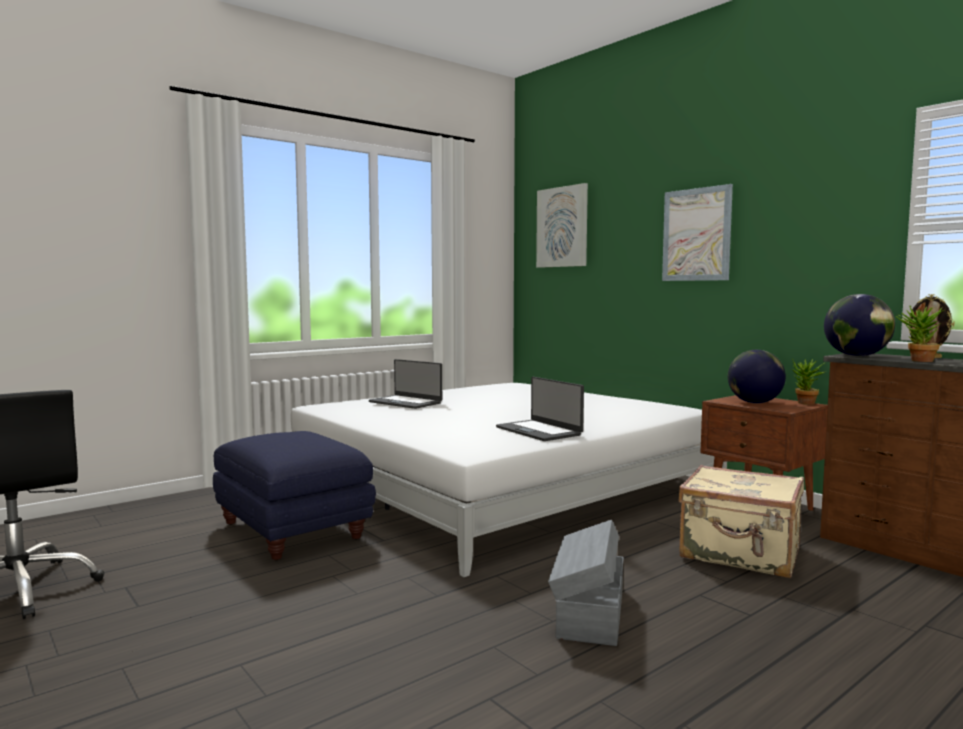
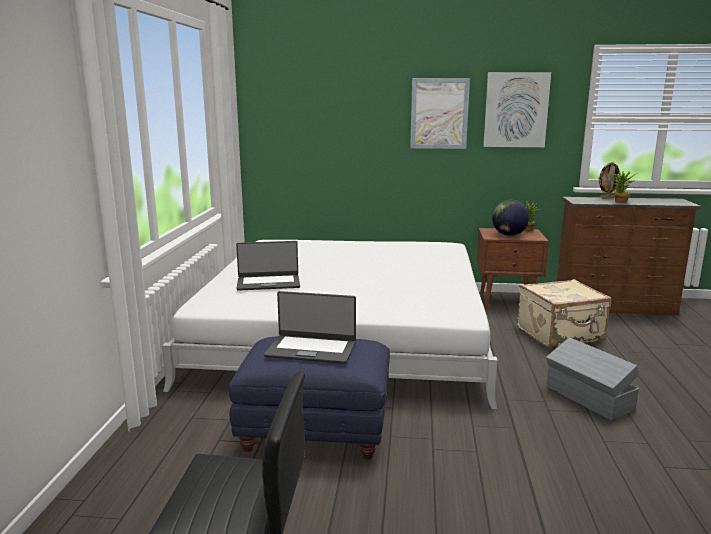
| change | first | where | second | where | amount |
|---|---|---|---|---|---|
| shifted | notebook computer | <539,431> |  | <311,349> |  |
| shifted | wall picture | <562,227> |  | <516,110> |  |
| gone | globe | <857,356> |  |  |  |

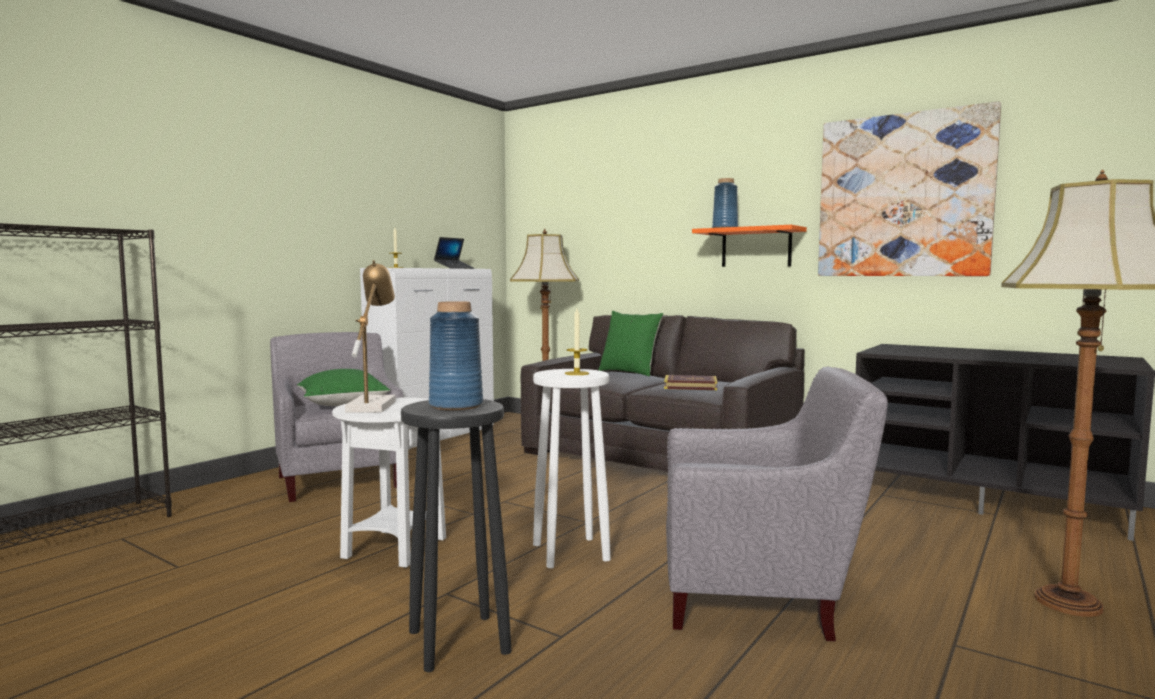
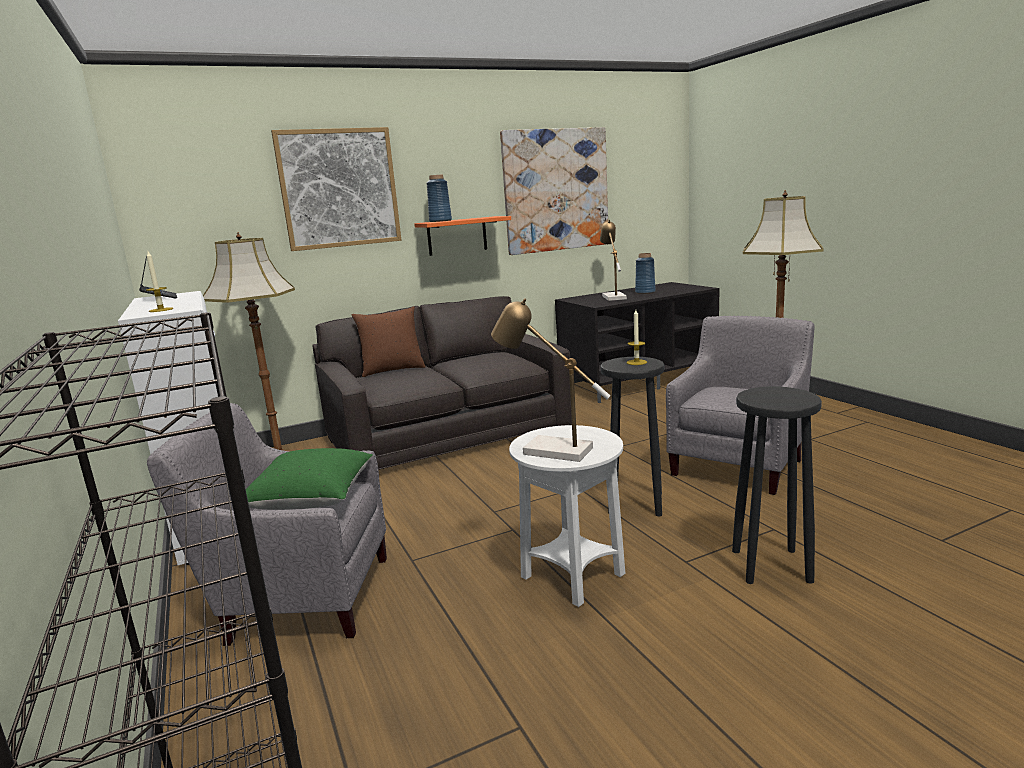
| change | first | where | second | where | amount |
|---|---|---|---|---|---|
| shifted | bluish vase | <455,405> |  | <645,292> |  |
| repainted | whitish stool | <570,551> | blackish stool | <634,503> |  |
| repainted | green cushion | <629,372> | brown cushion | <392,370> |  |
| gone | book | <690,386> |  |  |  |
| new |  |  | wall picture | <339,188> |  |
| new |  |  | lamp for a table | <612,297> |  |

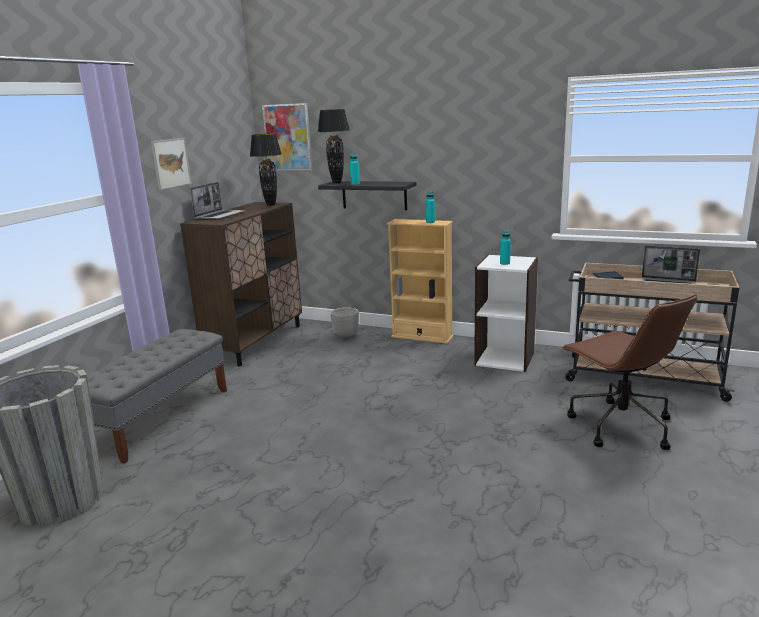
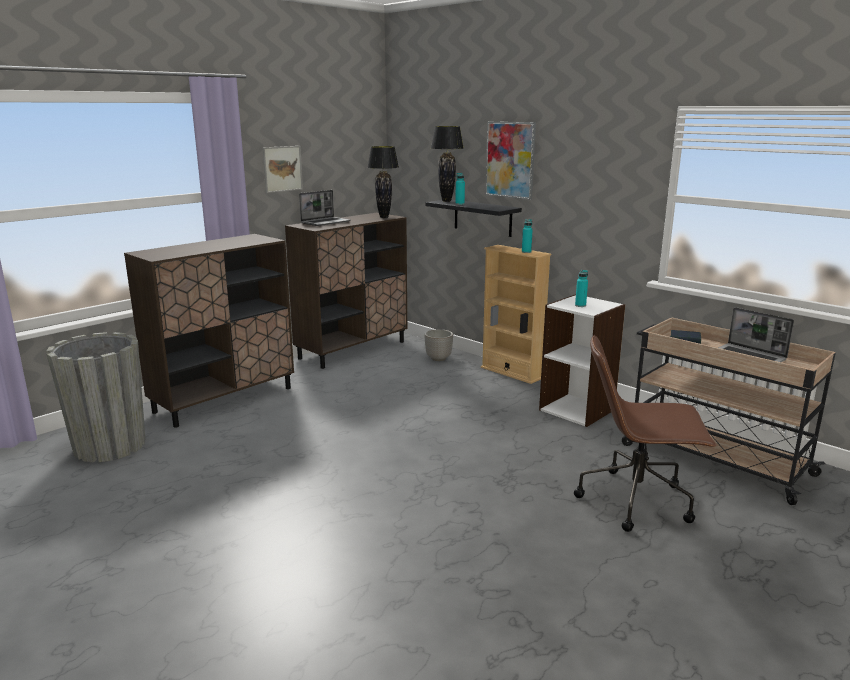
| change | first | where | second | where | amount |
|---|---|---|---|---|---|
| swapped | gray long seat | <159,418> | brown storage cabinet | <225,399> |  |
| shifted | wall picture | <288,137> |  | <510,160> |  |
| rotated | brown computer chair | <619,426> |  | <637,500> | 105 degrees clockwise |

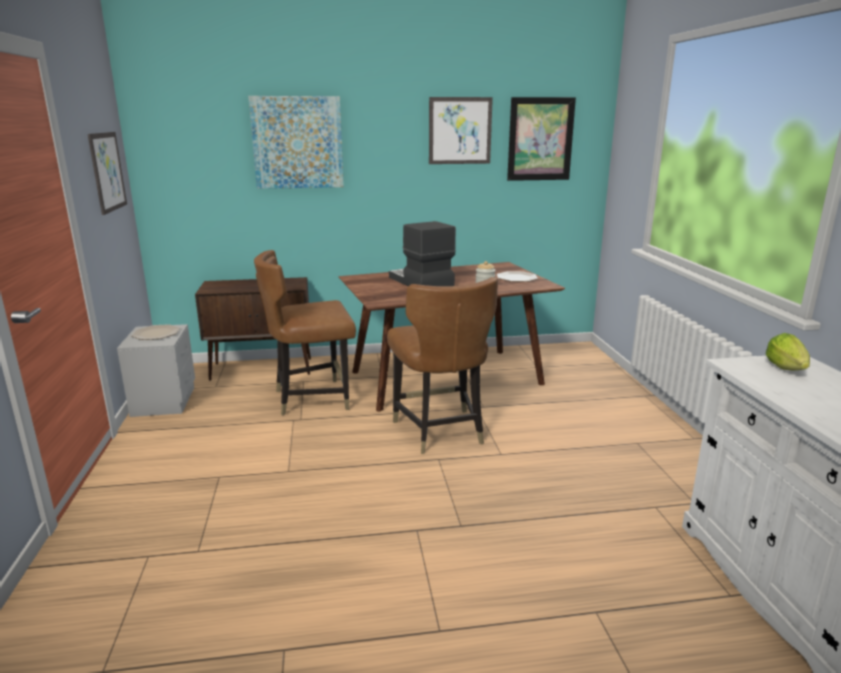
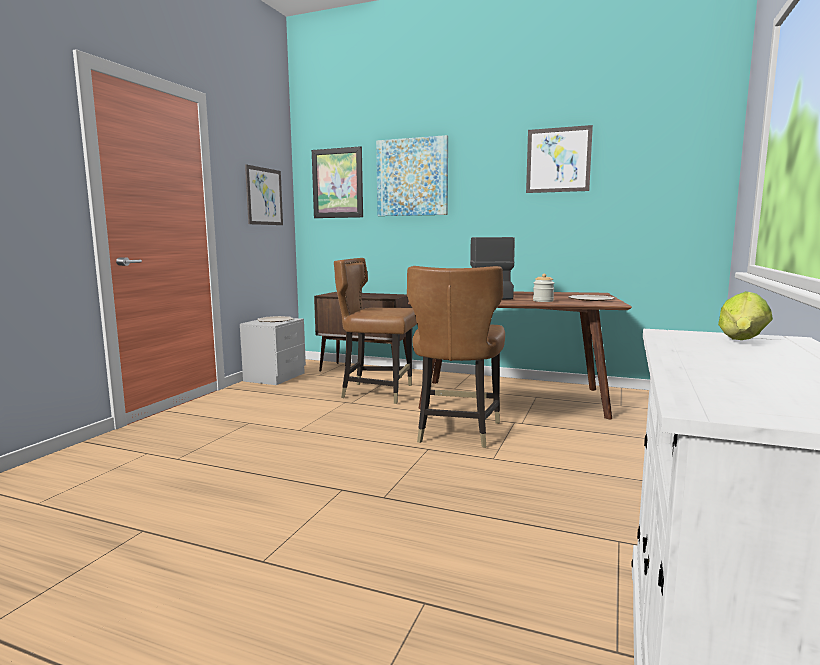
| change | first | where | second | where | amount |
|---|---|---|---|---|---|
| shifted | wall picture | <540,139> |  | <337,183> |  |

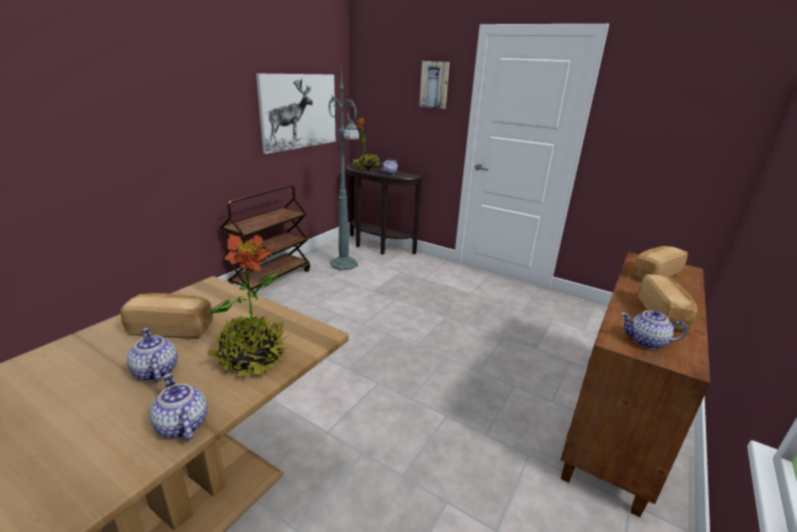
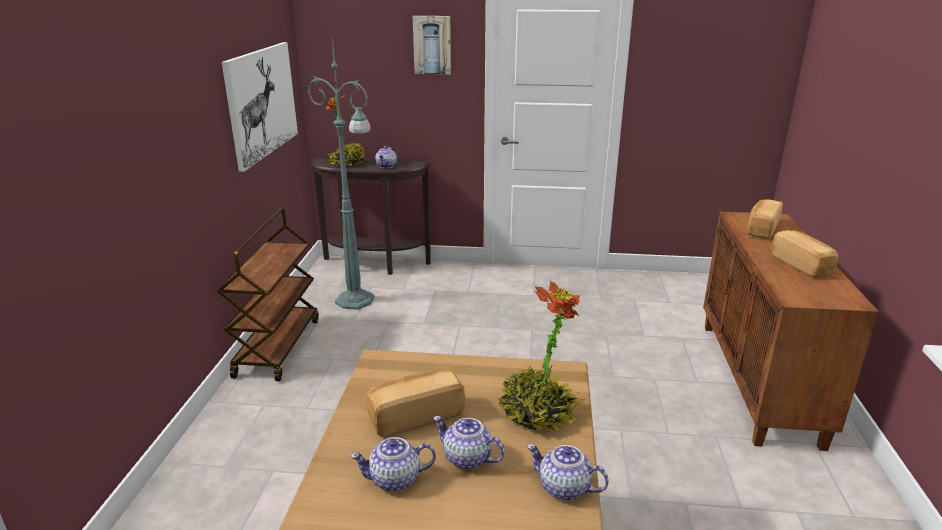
| change | first | where | second | where | amount |
|---|---|---|---|---|---|
| shifted | teapot | <647,342> |  | <395,479> |  |

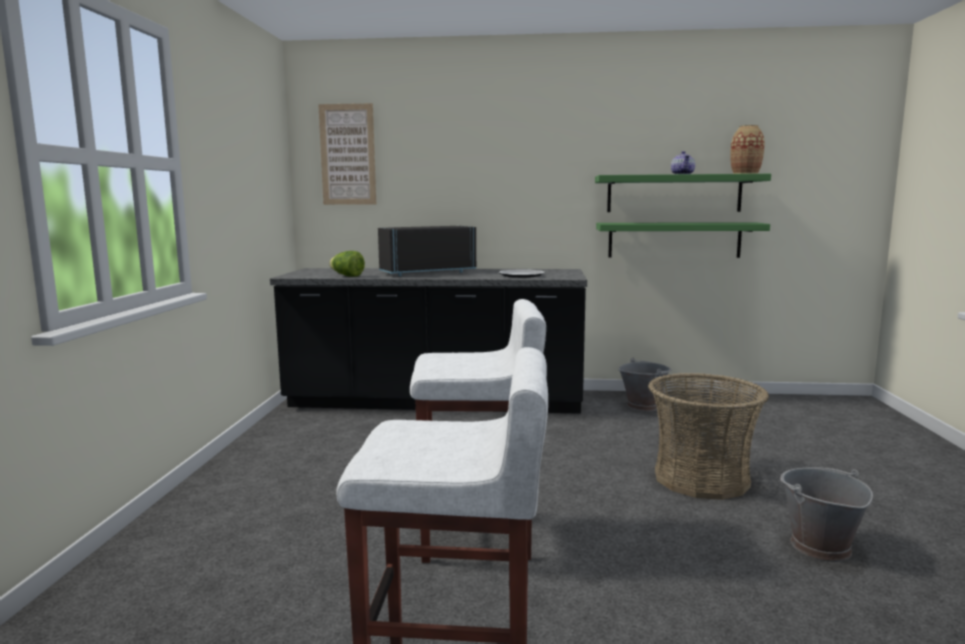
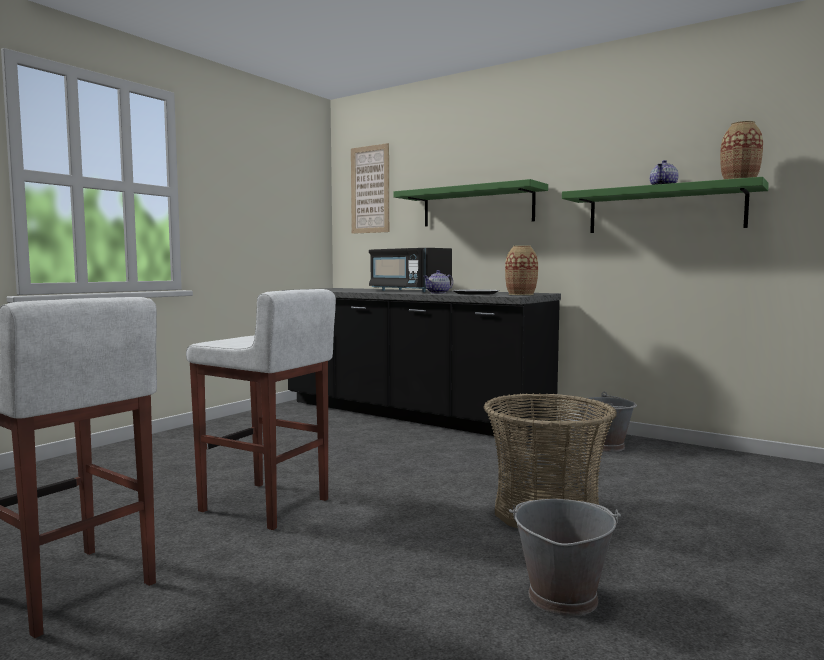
| change | first | where | second | where | amount |
|---|---|---|---|---|---|
| gone | head of lettuce | <347,276> |  |  |  |
| rotated | blackish microwave oven | <427,272> |  | <408,291> | 135 degrees counterclockwise |
| shifted | green wall shelf | <674,240> |  | <477,207> |  |
| new |  |  | teapot | <438,293> |  |
| new |  |  | vase | <521,294> |  |

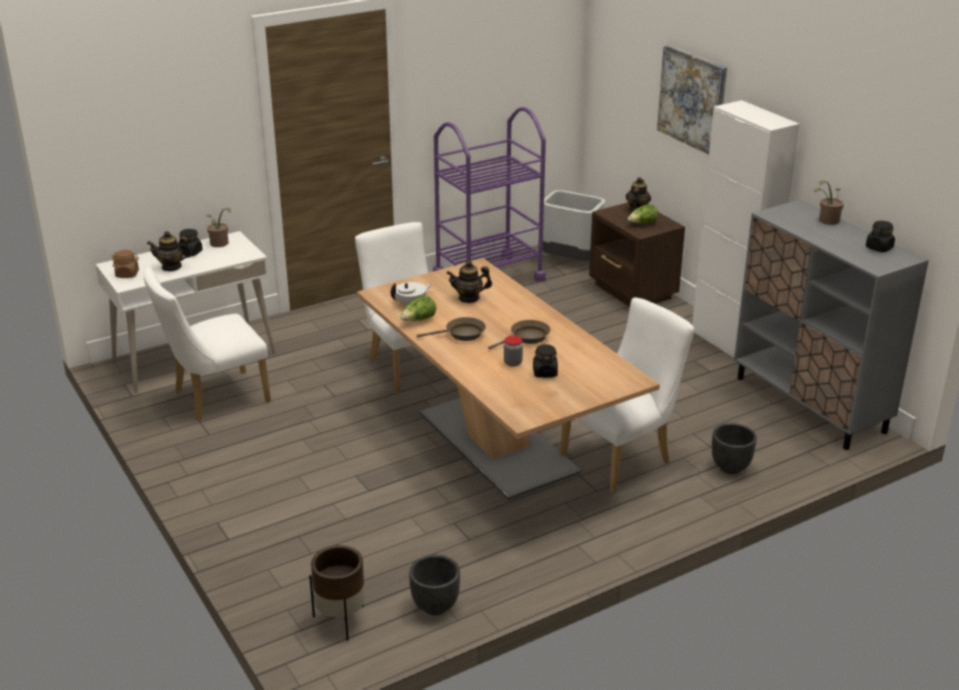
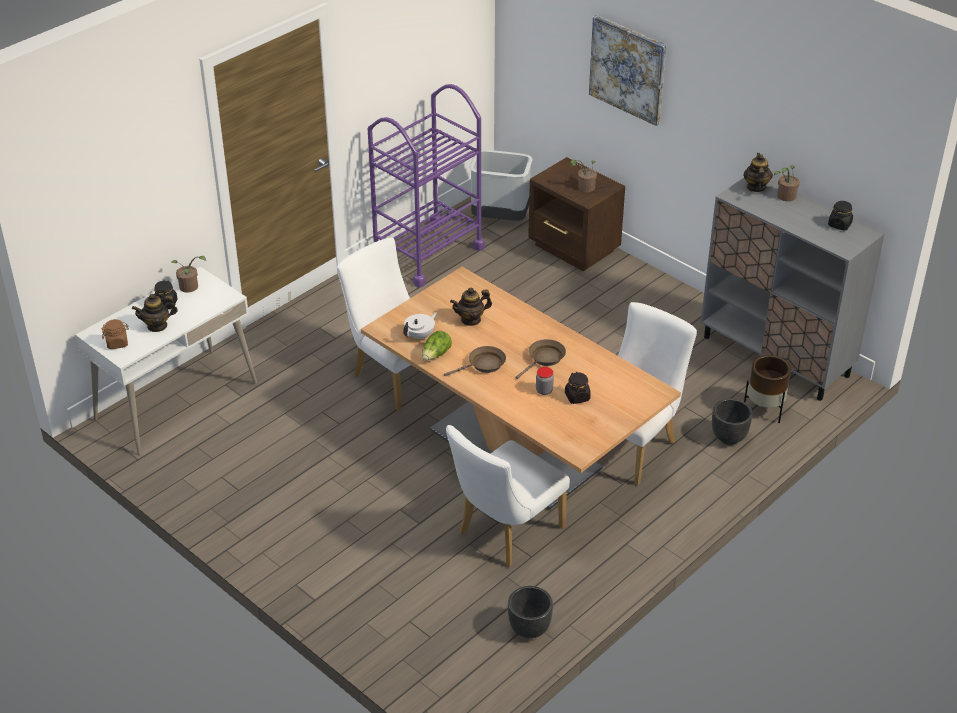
| change | first | where | second | where | amount |
|---|---|---|---|---|---|
| shifted | whitish plain chair | <214,398> |  | <505,533> |  |
| shifted | brown flower pot | <341,620> |  | <764,410> |  |
| shifted | teapot | <637,209> |  | <756,187> |  |
| swapped | head of lettuce | <642,223> | houseplant | <584,188> |  |
| gone | whitish storage cabinet | <729,343> |  |  |  |

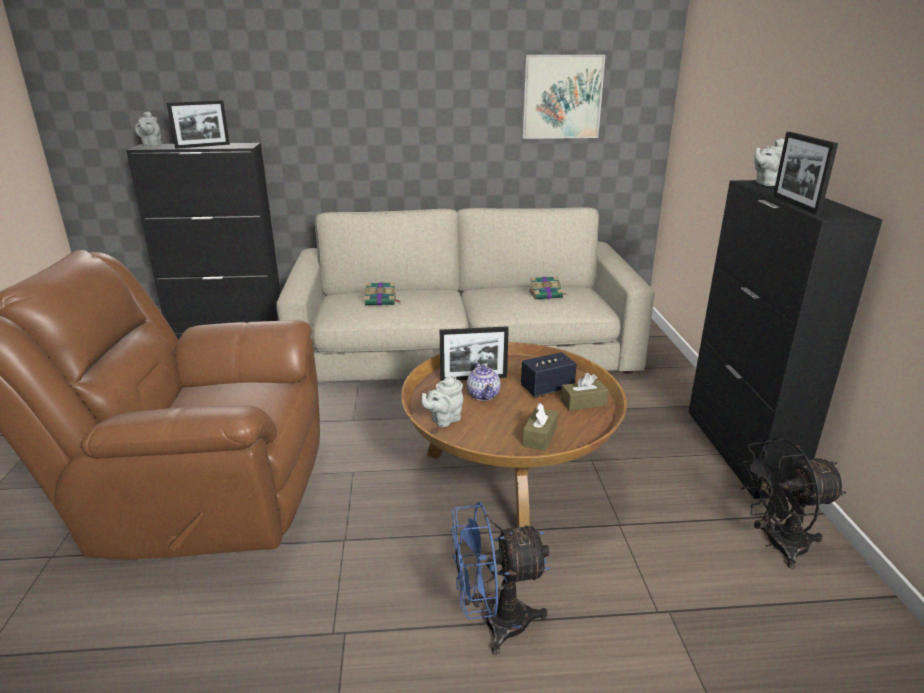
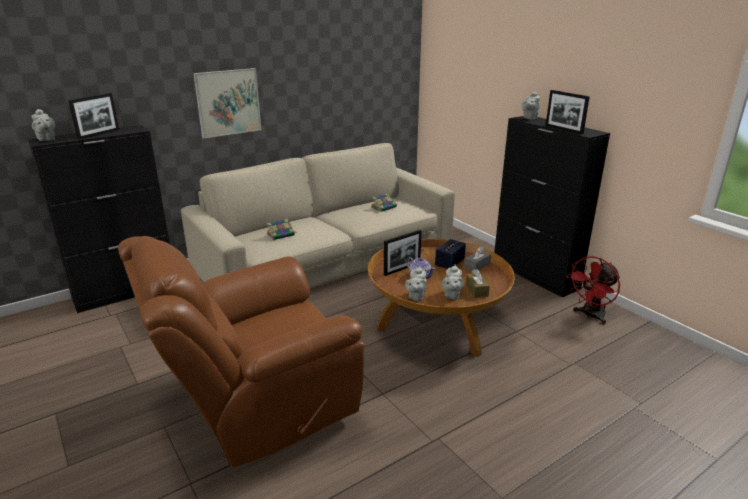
| change | first | where | second | where | amount |
|---|---|---|---|---|---|
| gone | bluish cooling fan | <493,623> |  |  |  |
| shifted | wall picture | <562,97> |  | <228,102> |  |
| repainted | brown box of tissues | <583,403> | gray box of tissues | <477,266> |  |
| repainted | blackish cooling fan | <777,545> | red-coloured cooling fan | <590,316> |  |
| new |  |  | gray teapot | <451,295> |  |

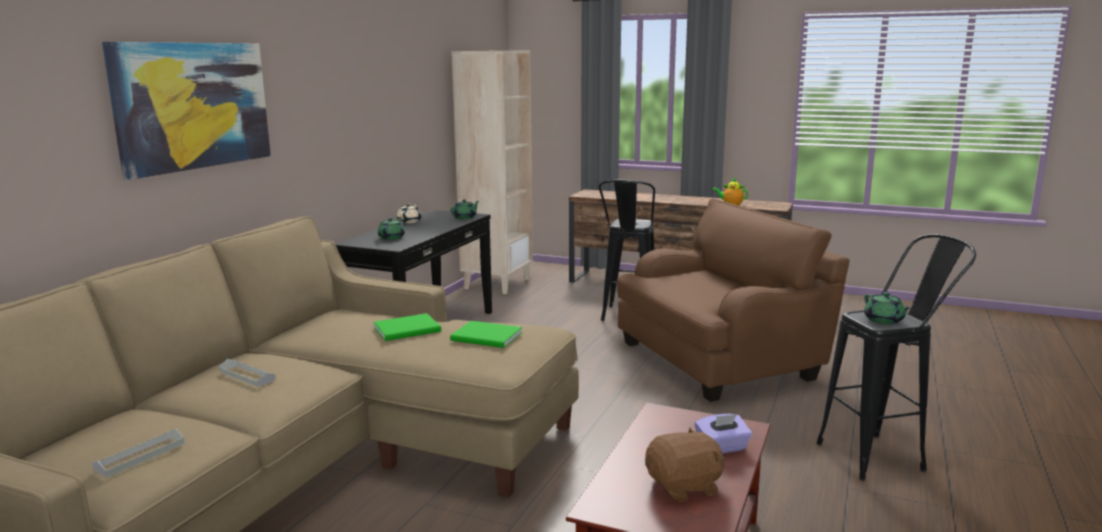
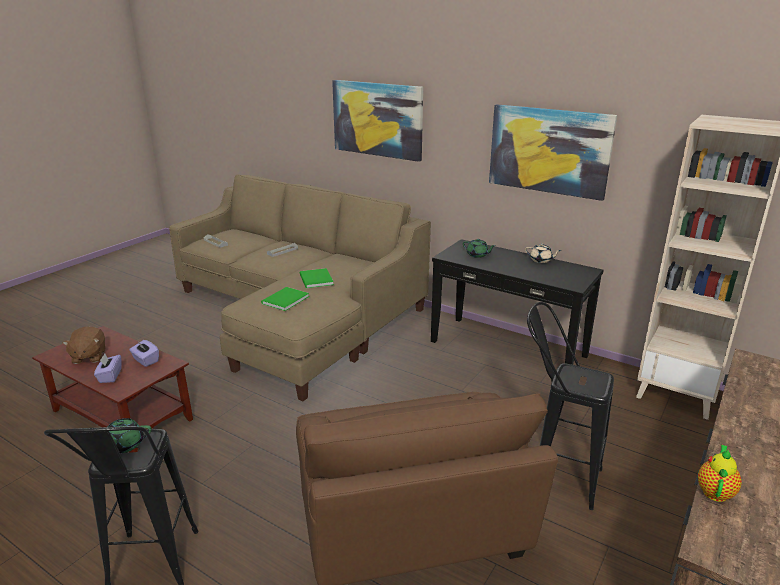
| change | first | where | second | where | amount |
|---|---|---|---|---|---|
| gone | green teapot | <465,217> |  |  |  |
| new |  |  | purplish box of tissues | <145,360> |  |
| new |  |  | wall picture | <549,151> |  |

